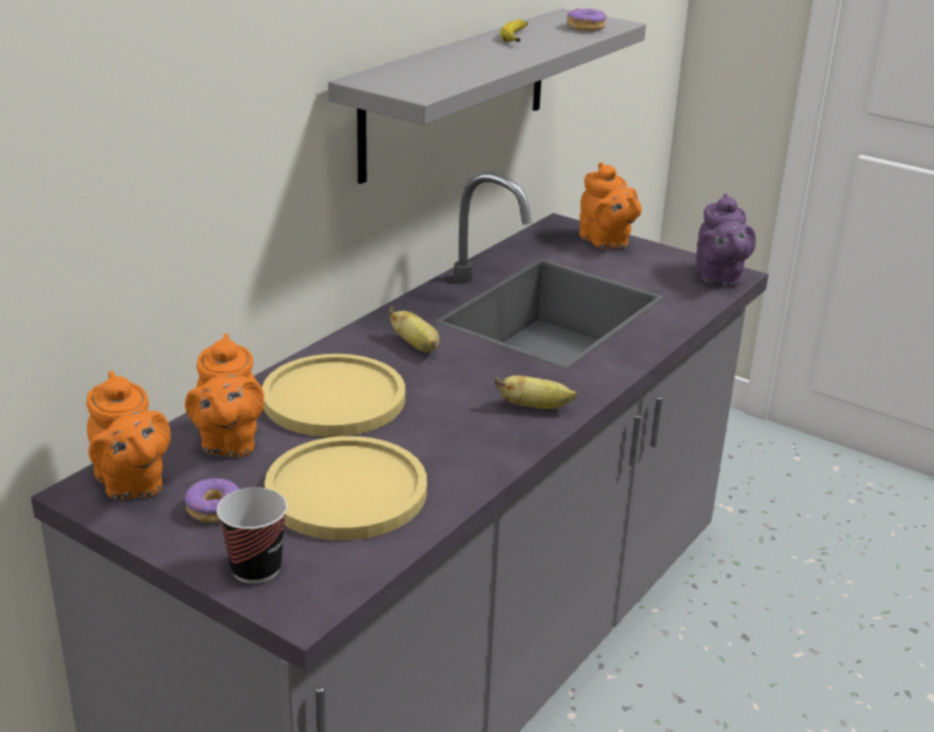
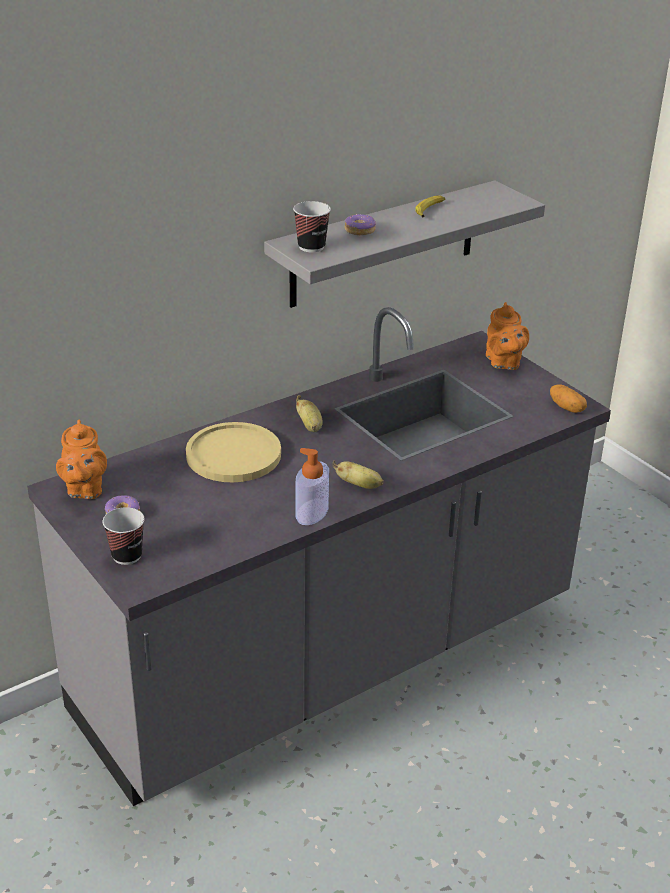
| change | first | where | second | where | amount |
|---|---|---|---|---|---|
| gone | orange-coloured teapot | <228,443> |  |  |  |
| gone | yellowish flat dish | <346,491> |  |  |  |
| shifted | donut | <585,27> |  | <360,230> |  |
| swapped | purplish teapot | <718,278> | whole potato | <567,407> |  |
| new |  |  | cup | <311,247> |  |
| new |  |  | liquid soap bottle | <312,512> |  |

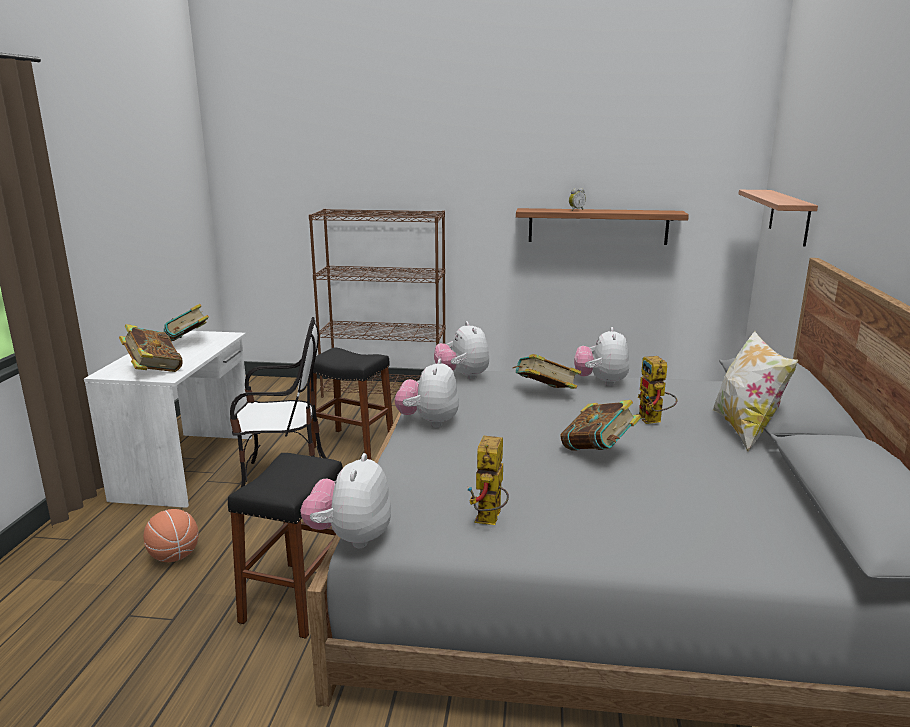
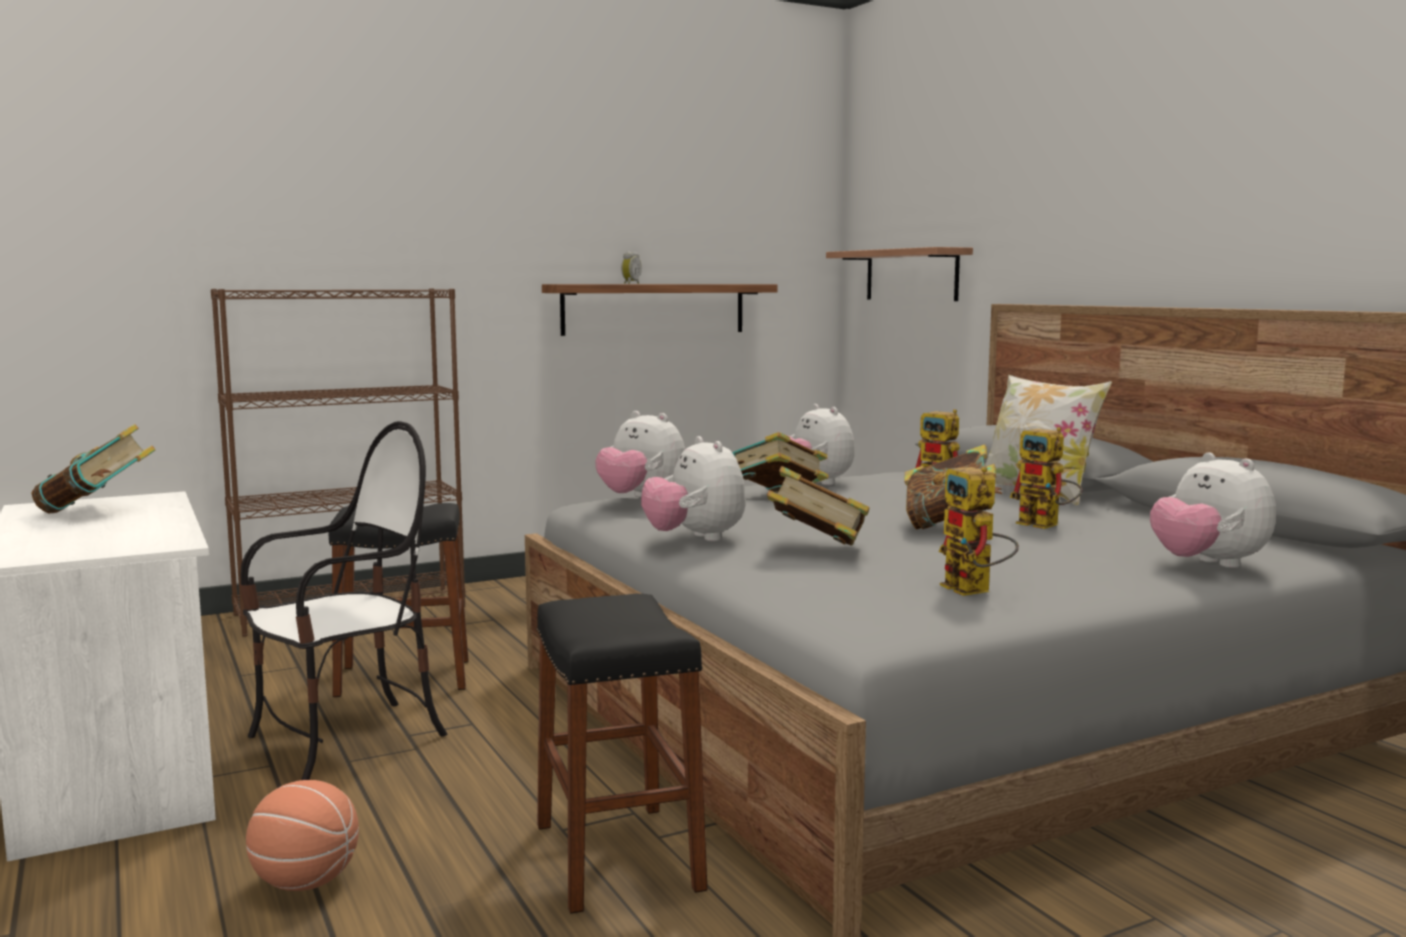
| change | first | where | second | where | amount |
|---|---|---|---|---|---|
| shifted | book | <153,370> |  | <816,549> |  |
| shifted | soft toy | <350,538> |  | <1208,565> |  |
| new |  |  | robot figure | <1046,525> |  |

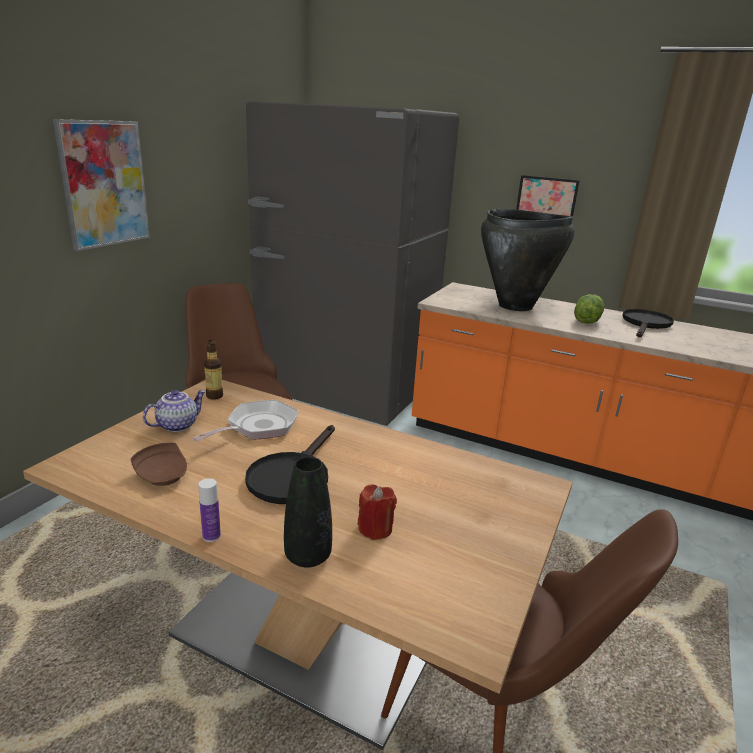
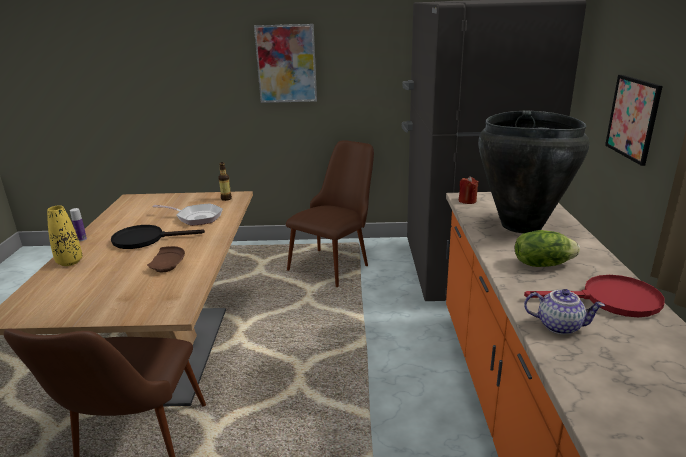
| change | first | where | second | where | amount |
|---|---|---|---|---|---|
| shifted | brown flat dish | <163,474> |  | <168,266> |  |
| shifted | teapot | <177,425> |  | <559,326> |  |
| repainted | blackish vase | <308,556> | yellowish vase | <70,262> |  |
| shifted | red-coloured wax candle | <375,528> |  | <467,201> |  |
| repainted | blackish pan | <646,324> | red-coloured pan | <610,300> |  |

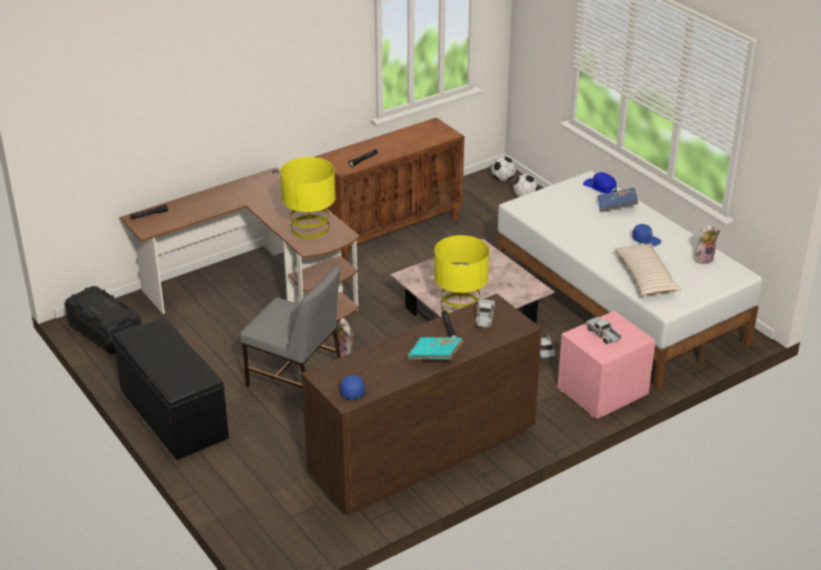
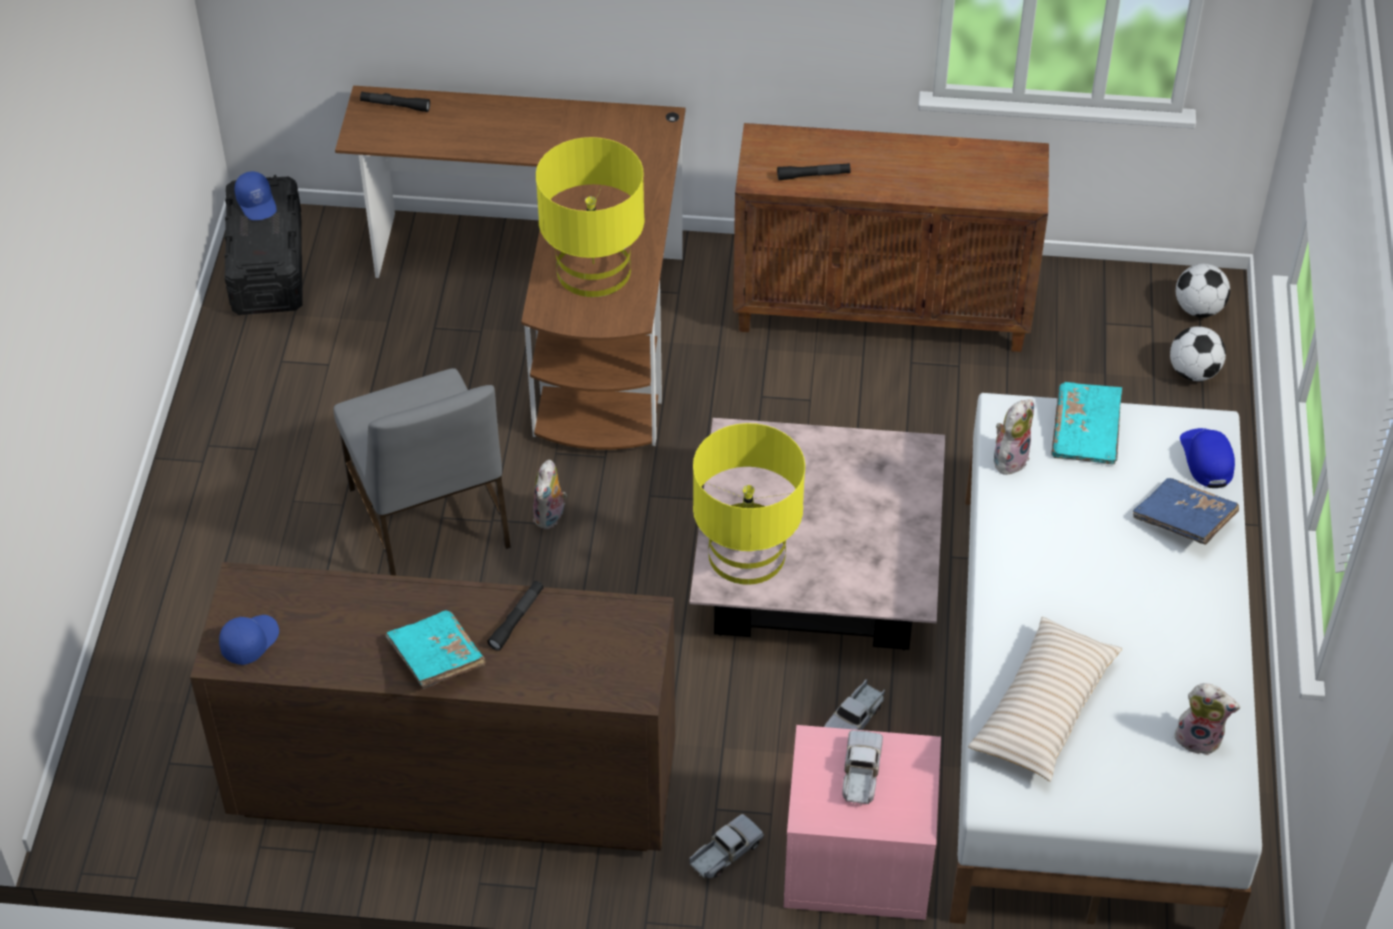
| change | first | where | second | where | amount |
|---|---|---|---|---|---|
| gone | blackish long seat | <172,414> |  |  |  |
| shifted | toy lorry | <484,318> |  | <725,853> |  |
| shifted | bluish cap | <646,240> |  | <257,203> |  |
| new |  |  | soft toy | <1009,458> |  |
| new |  |  | turquoise book | <1085,433> |  |

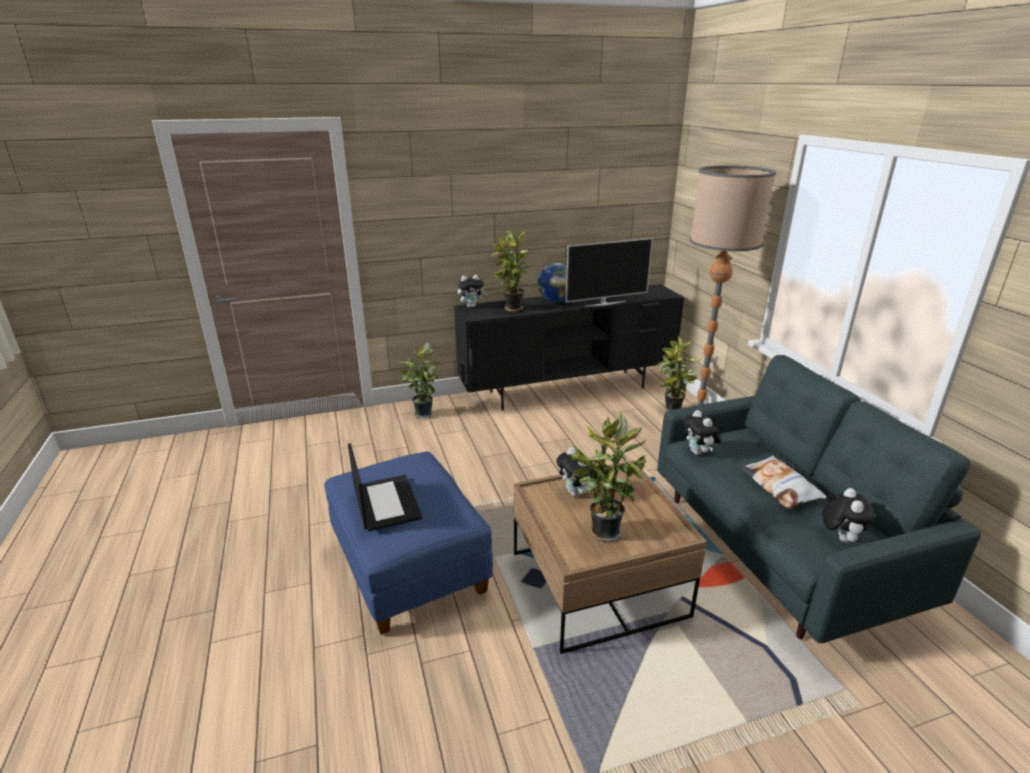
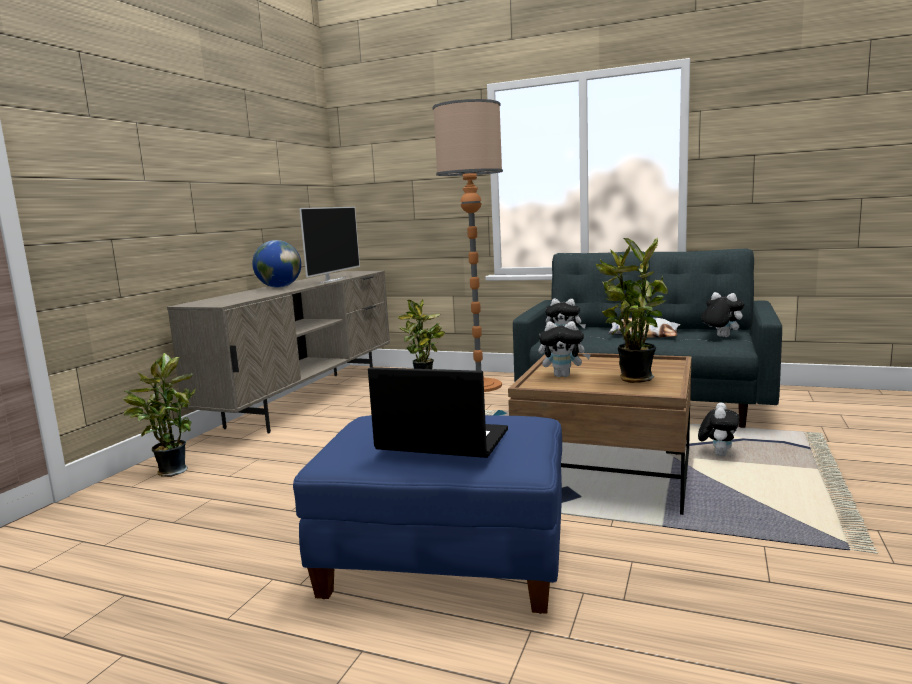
| change | first | where | second | where | amount |
|---|---|---|---|---|---|
| repainted | blackish media console | <568,390> | sand-coloured media console | <308,400> |  |
| shifted | soft toy | <471,306> |  | <718,454> |  |
| gone | houseplant | <512,309> |  |  |  |

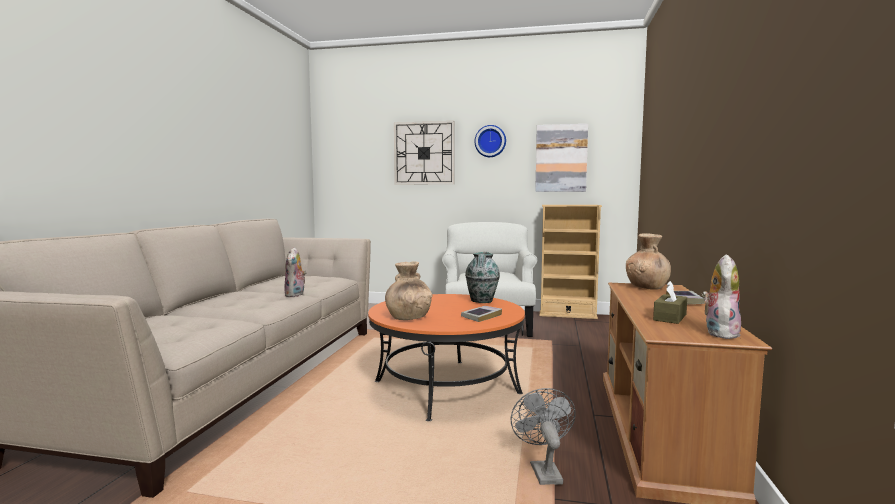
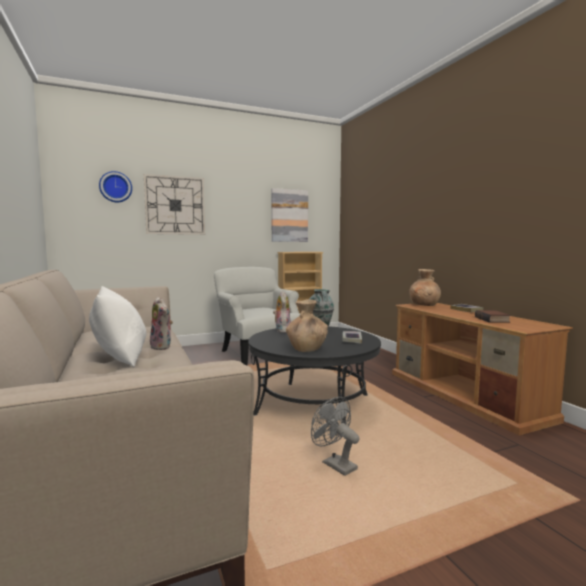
| change | first | where | second | where | amount |
|---|---|---|---|---|---|
| repainted | orange-coloured coffee table | <446,388> | blackish coffee table | <313,405> |  |
| shifted | wall clock | <490,141> |  | <115,187> |  |
| shifted | gray cooling fan | <543,470> |  | <335,464> |  |
| swapped | brown box of tissues | <670,317> | book | <493,320> |  |
| shifted | soft toy | <719,333> |  | <282,330> |  |
| new |  |  | whitish cushion | <120,358> |  |

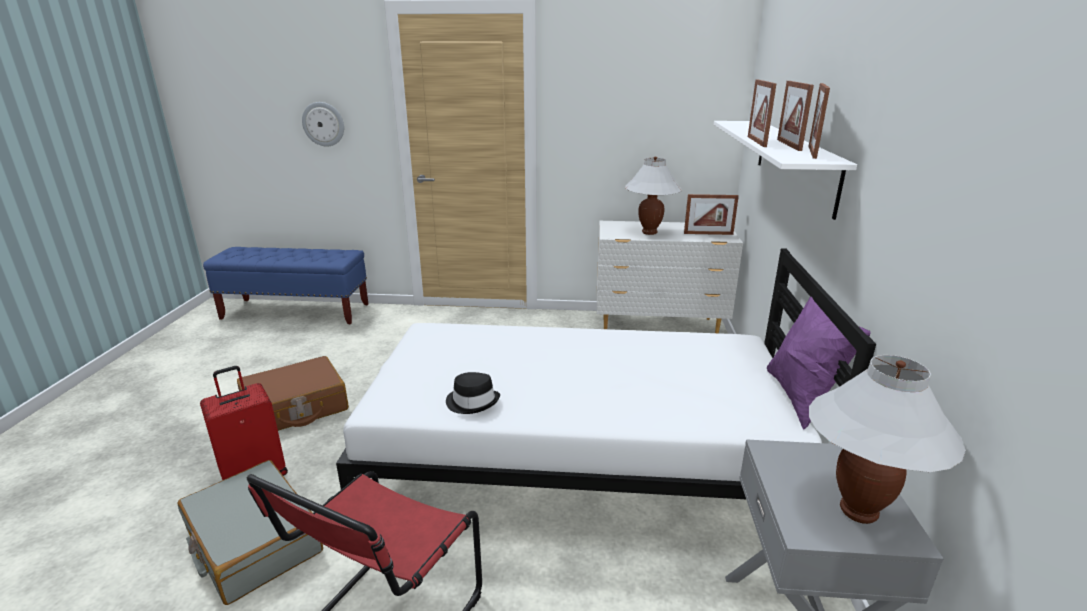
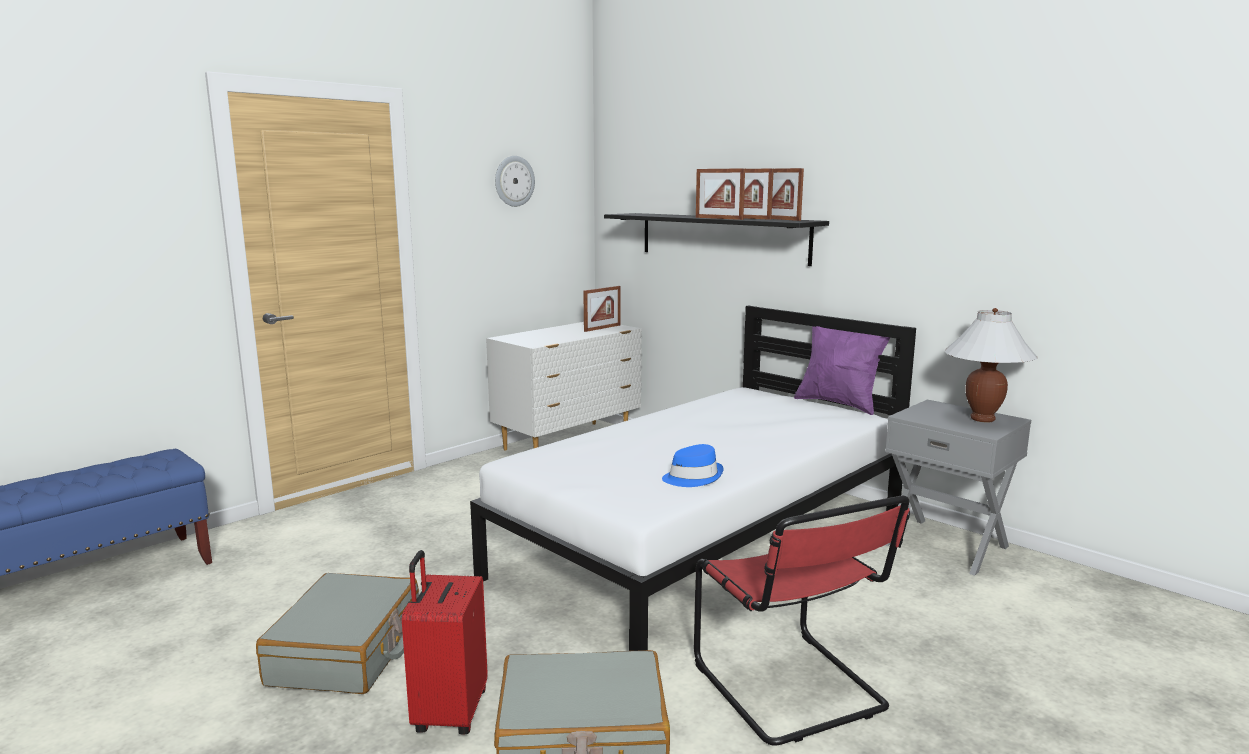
| change | first | where | second | where | amount |
|---|---|---|---|---|---|
| repainted | brown suitcase | <296,408> | gray suitcase | <347,651> |  |
| shifted | wall clock | <323,124> |  | <514,181> |  |
| repainted | blackish wearable hat | <472,401> | bluish wearable hat | <692,477> |  |
| gone | whitish lamp for a table | <649,232> |  |  |  |
| repainted | whitish wall shelf | <794,162> | blackish wall shelf | <721,237> |  |

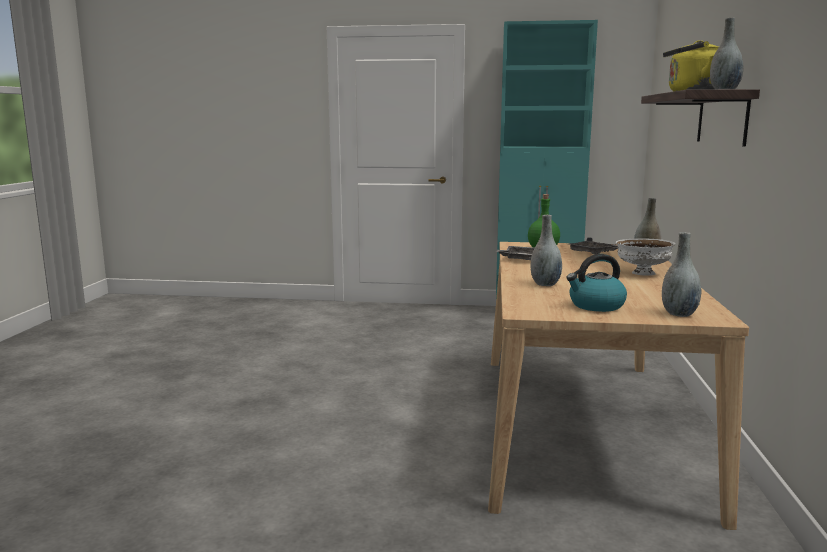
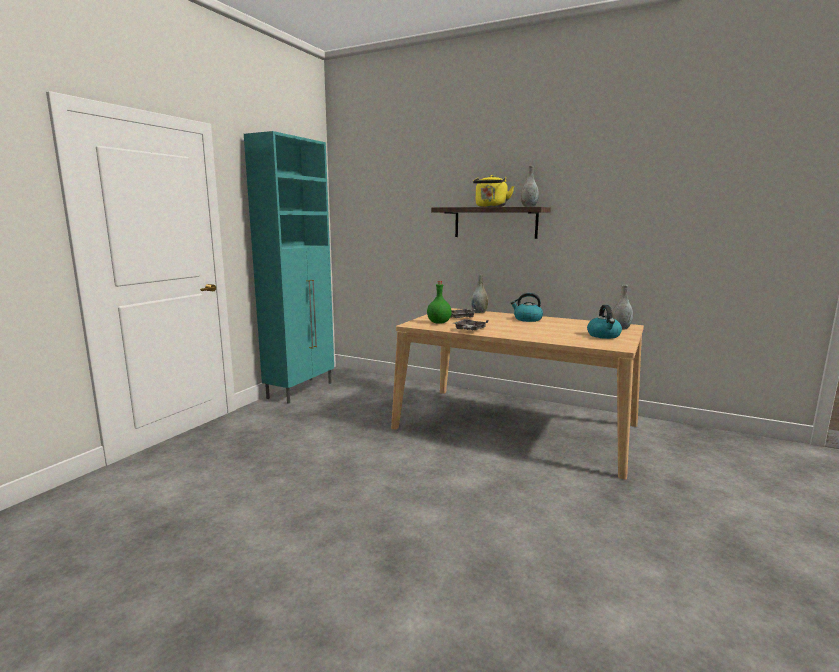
| change | first | where | second | where | amount |
|---|---|---|---|---|---|
| gone | gray vase | <545,284> |  |  |  |
| swapped | whitish deep dish | <642,273> | kettle | <527,319> |  |

